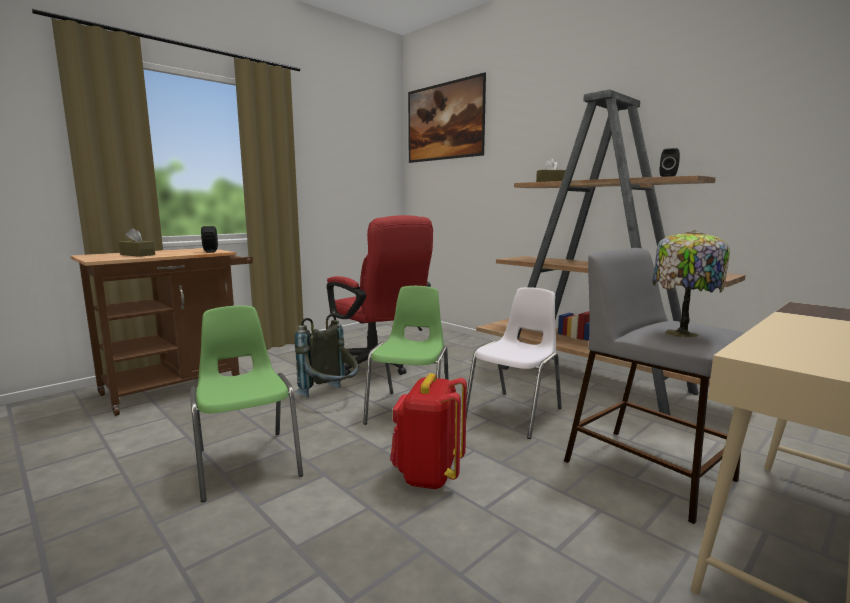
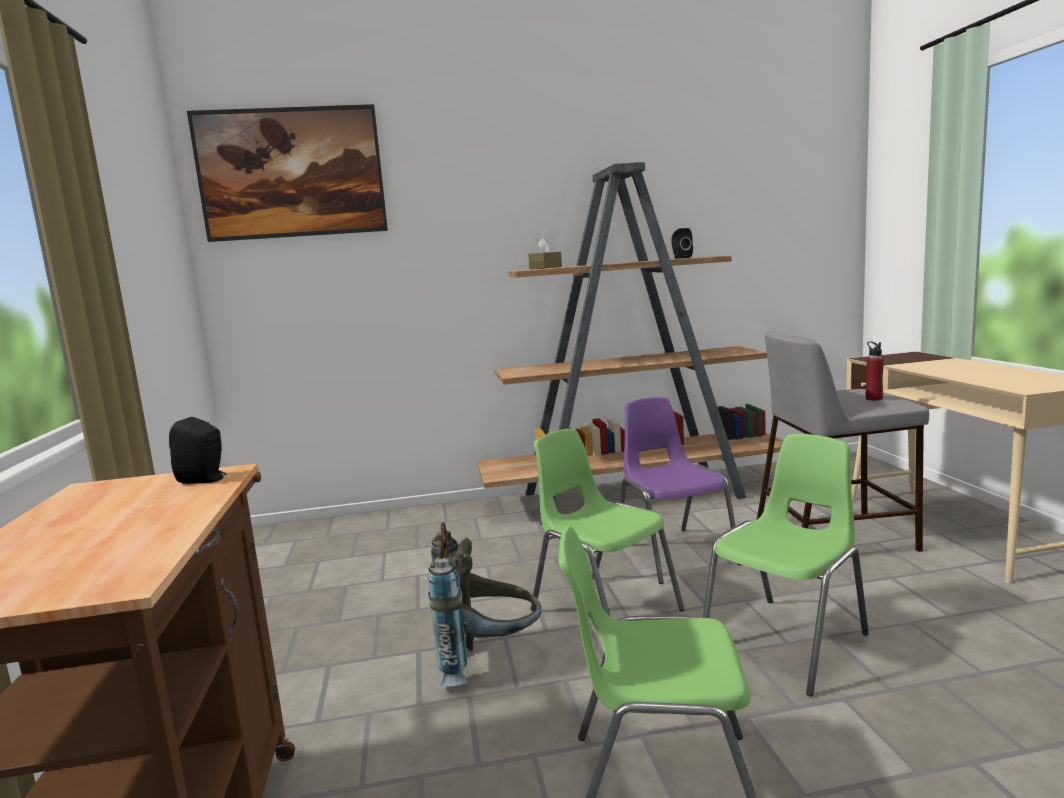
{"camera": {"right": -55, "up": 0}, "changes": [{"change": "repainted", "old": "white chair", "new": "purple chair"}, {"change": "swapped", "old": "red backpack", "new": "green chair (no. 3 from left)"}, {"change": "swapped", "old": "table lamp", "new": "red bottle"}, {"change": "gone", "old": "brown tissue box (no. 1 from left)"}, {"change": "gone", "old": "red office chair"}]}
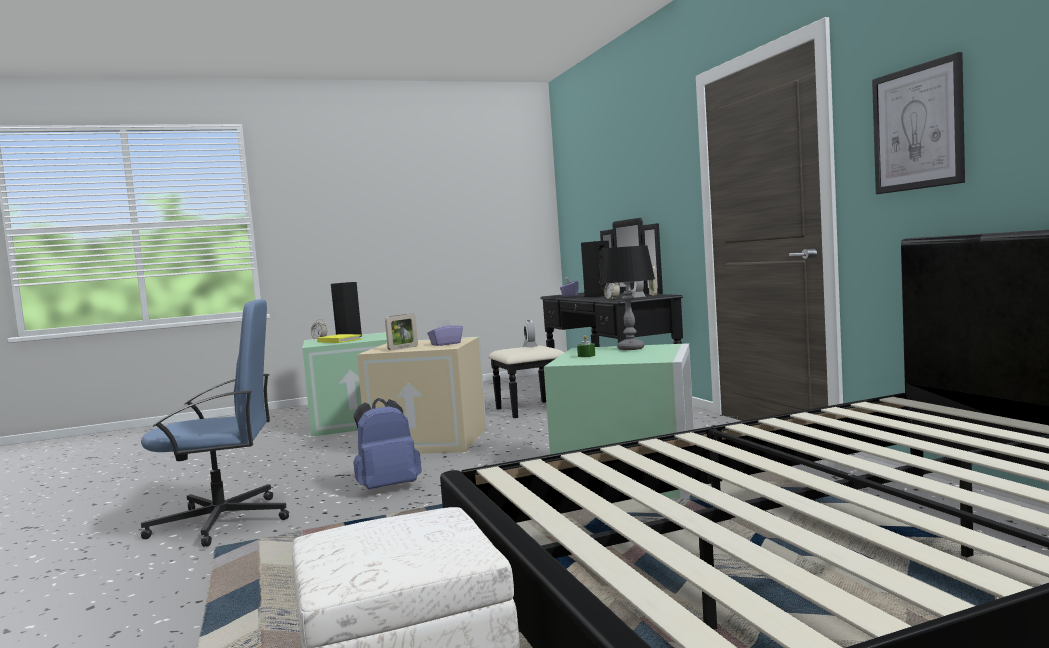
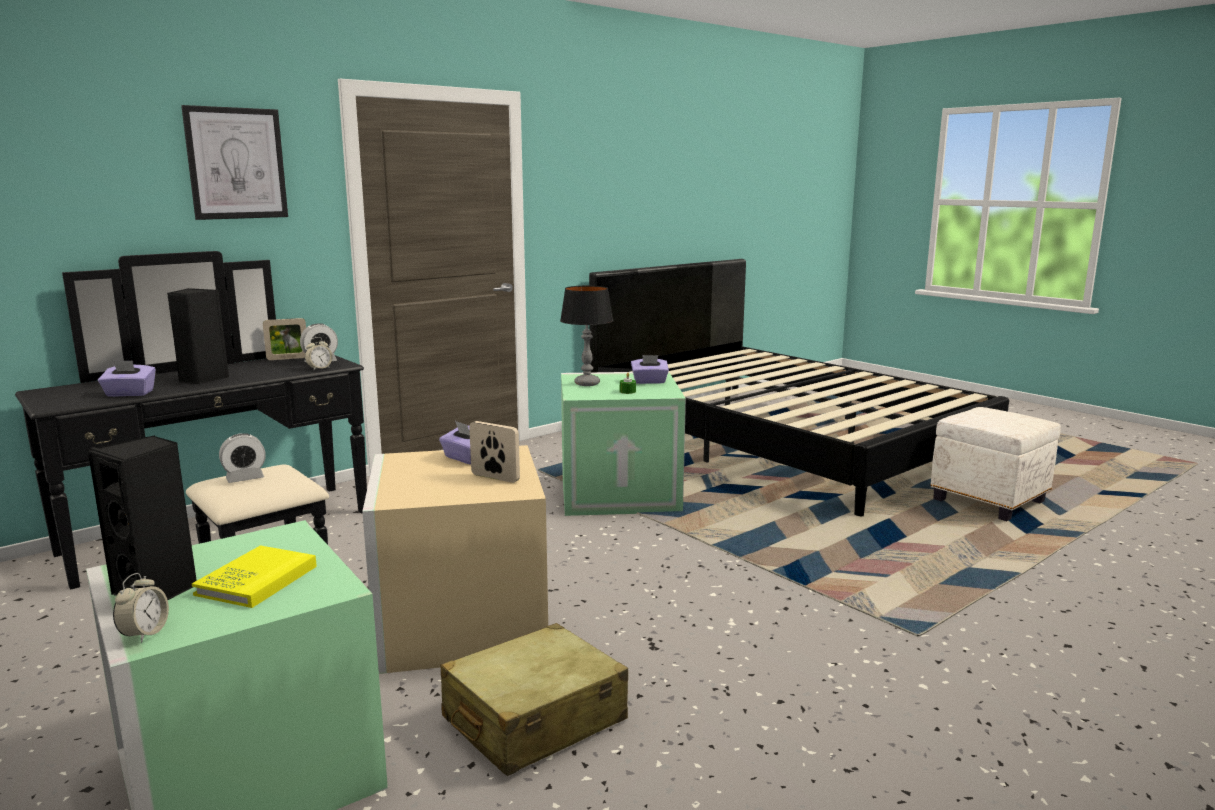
{"camera": {"right": -110, "up": 10}, "changes": [{"change": "shifted", "old": "picture"}, {"change": "new", "new": "beige suitcase"}, {"change": "new", "new": "purple tissue box (no. 3 from left)"}, {"change": "gone", "old": "blue office chair"}, {"change": "gone", "old": "blue backpack"}]}
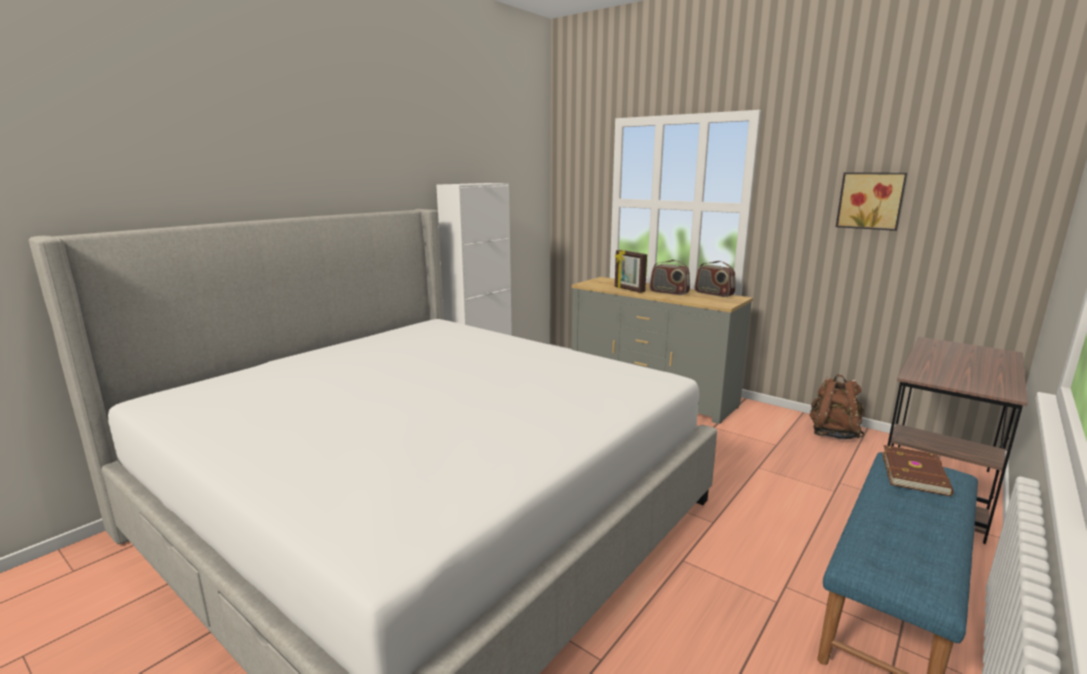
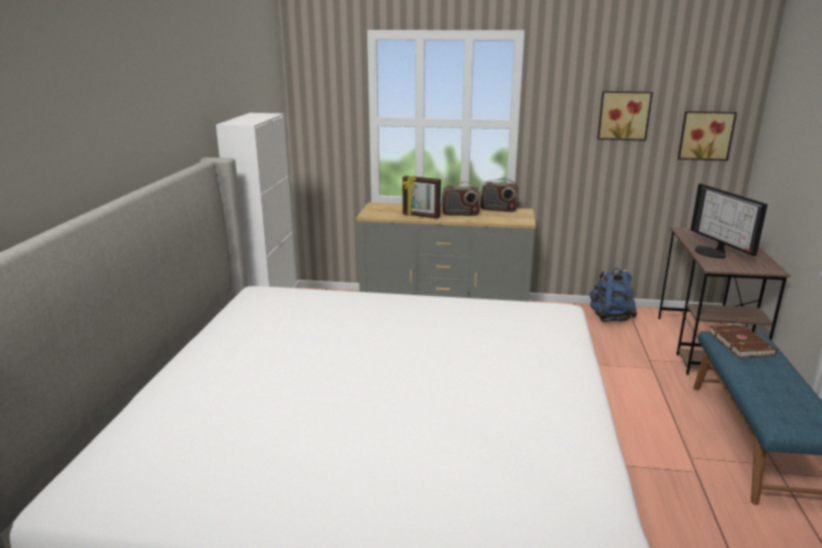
{"camera": {"right": -30, "up": 5}, "changes": [{"change": "repainted", "old": "brown backpack", "new": "blue backpack"}, {"change": "new", "new": "picture (no. 2 from left)"}, {"change": "new", "new": "monitor"}]}
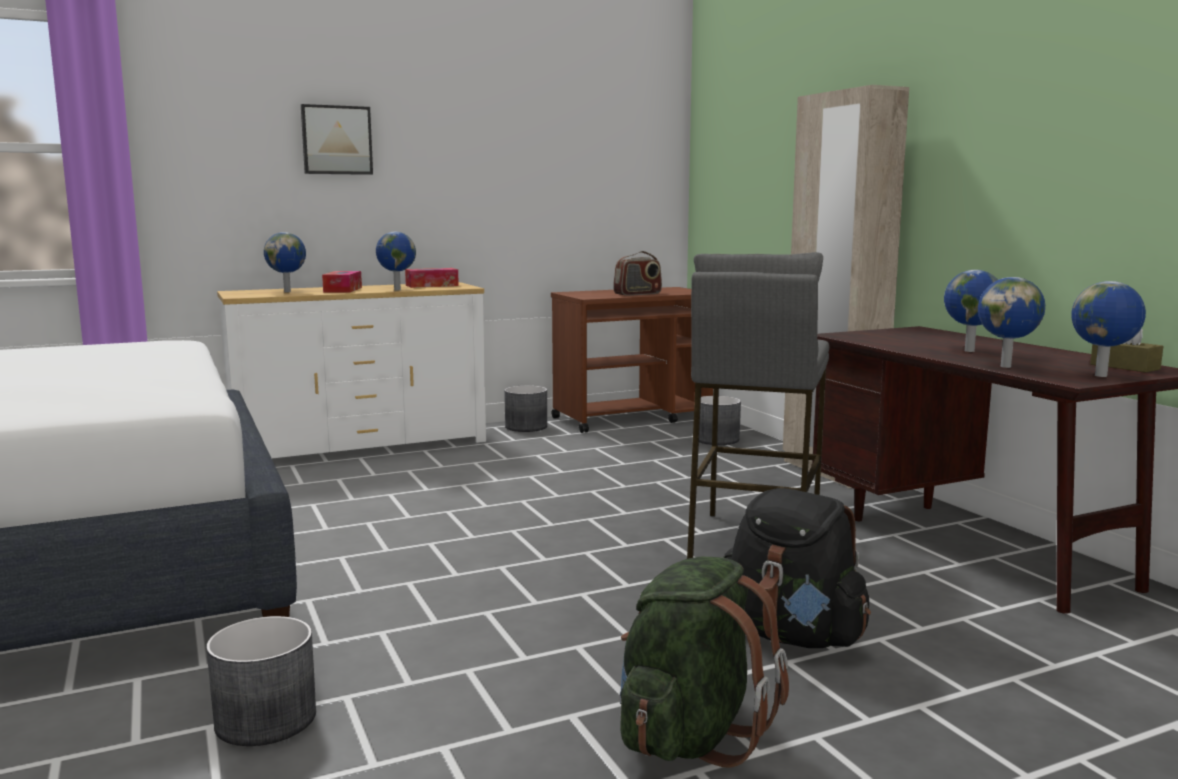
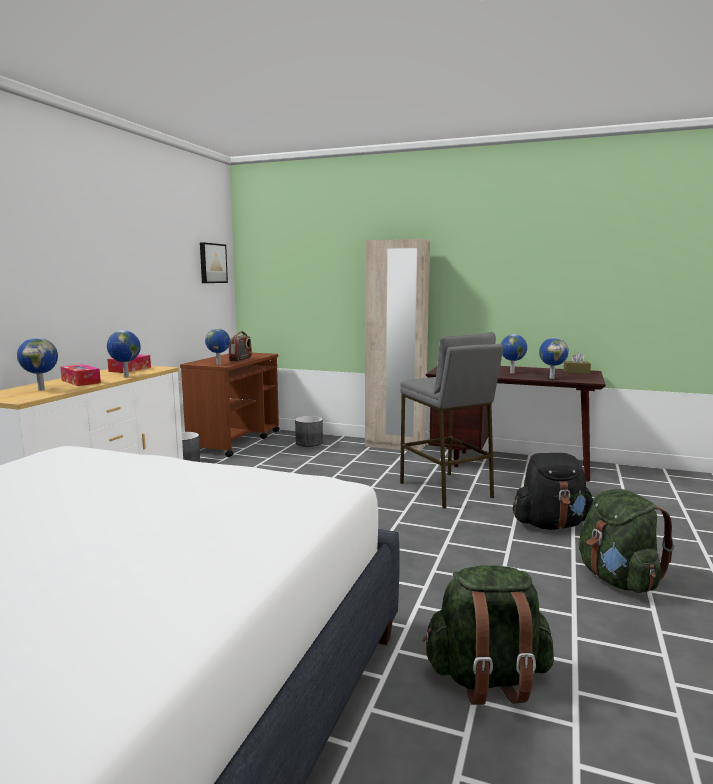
{"camera": {"right": -45, "up": 0}, "changes": [{"change": "shifted", "old": "picture"}, {"change": "shifted", "old": "globe (no. 5 from left in the first image)", "new": "globe (no. 3 from left)"}, {"change": "swapped", "old": "grey planter (no. 1 from left)", "new": "green backpack (no. 1 from left)"}]}
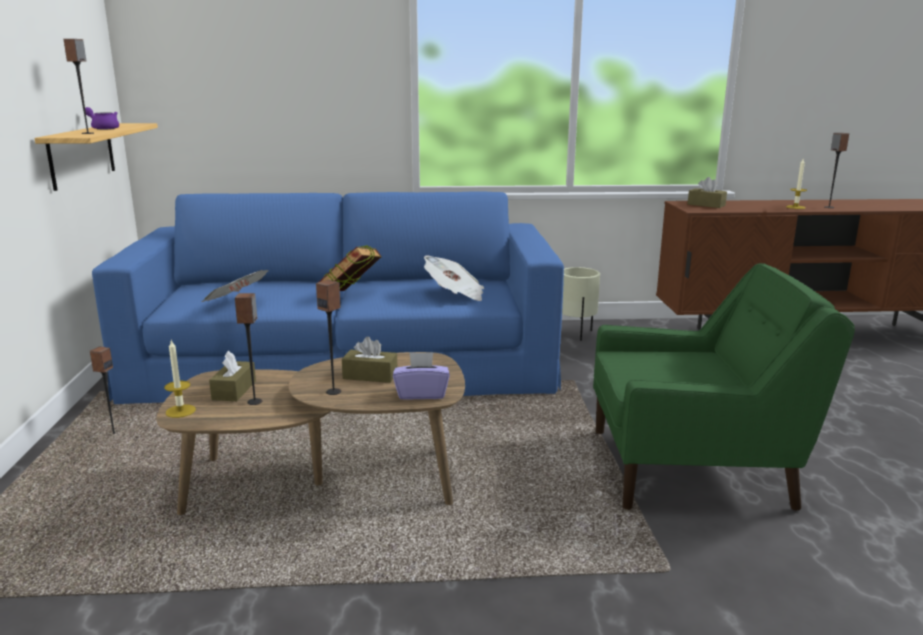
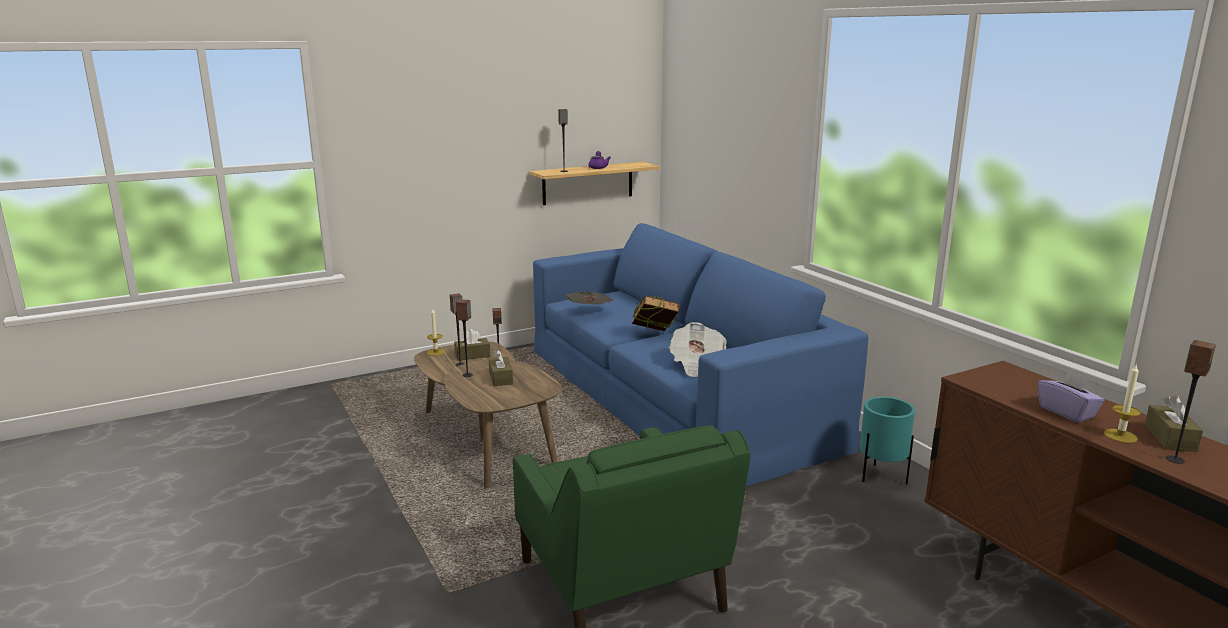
{"camera": {"right": 65, "up": 0}, "changes": [{"change": "repainted", "old": "beige planter", "new": "turquoise planter"}, {"change": "shifted", "old": "purple tissue box"}, {"change": "shifted", "old": "brown tissue box (no. 3 from left)"}]}
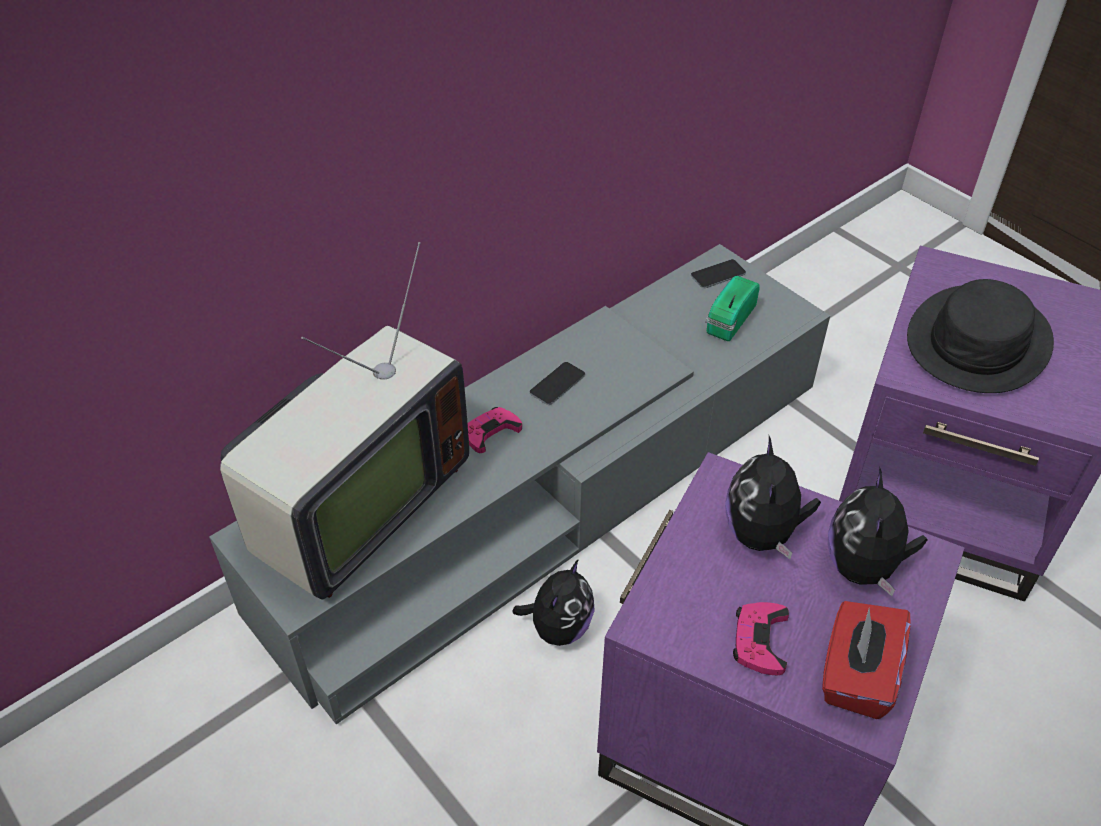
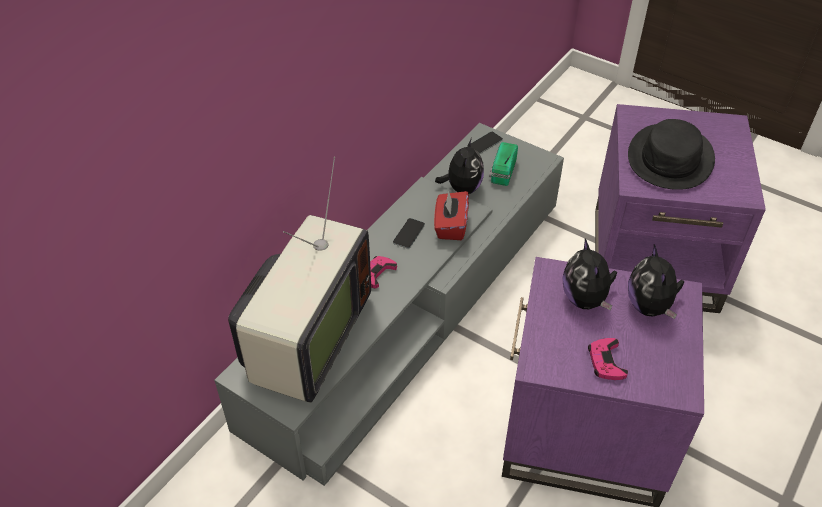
{"camera": {"right": -15, "up": 0}, "changes": [{"change": "shifted", "old": "red tissue box"}, {"change": "shifted", "old": "plush toy (no. 1 from left)"}]}
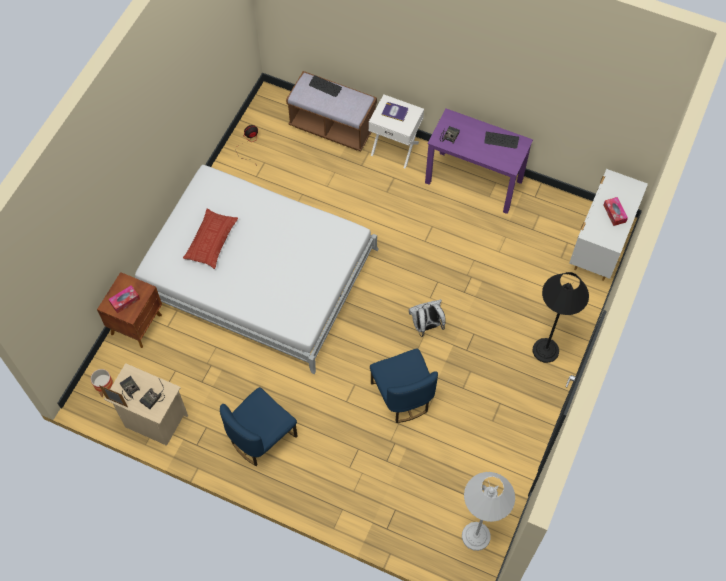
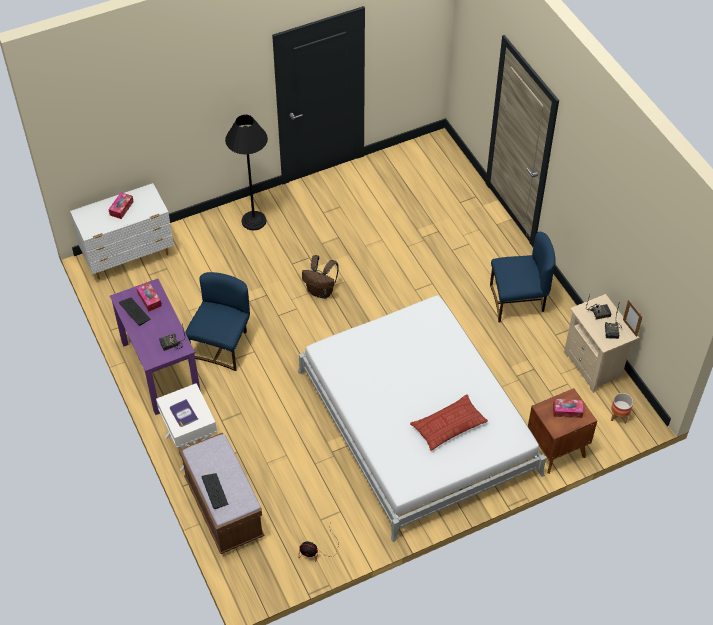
{"camera": {"right": -140, "up": -10}, "changes": [{"change": "new", "new": "tissue box (no. 2 from left)"}, {"change": "shifted", "old": "blue chair (no. 2 from left in the first image)", "new": "blue chair (no. 1 from left)"}, {"change": "repainted", "old": "white backpack", "new": "brown backpack"}, {"change": "gone", "old": "white floor lamp"}]}
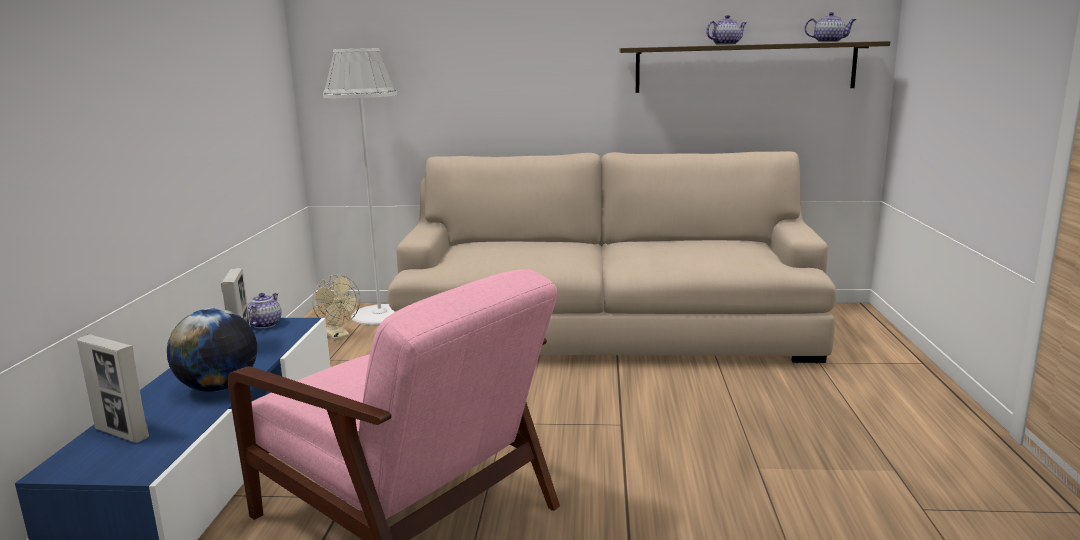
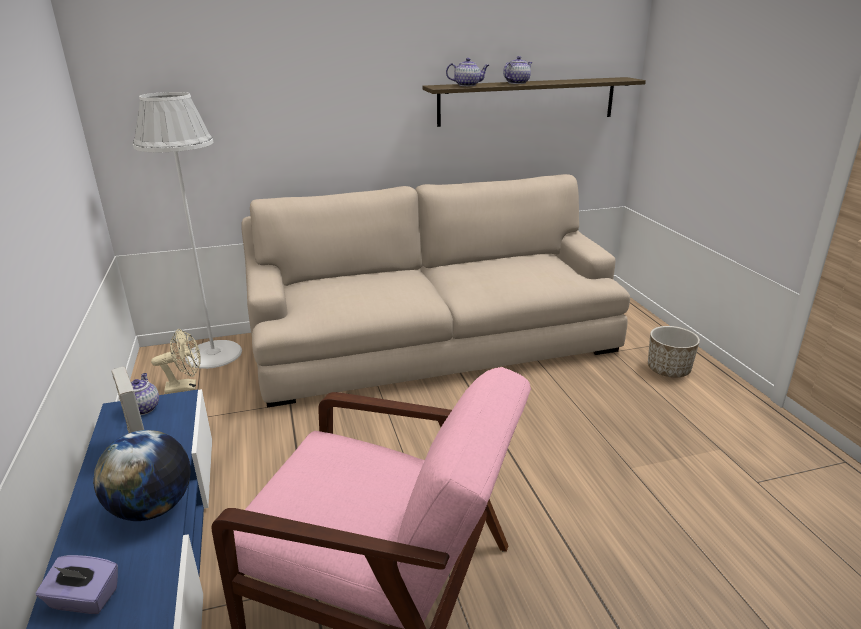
{"camera": {"right": -20, "up": 10}, "changes": [{"change": "swapped", "old": "picture frame (no. 1 from left)", "new": "purple tissue box"}, {"change": "rotated", "old": "beige fan", "degrees": -45}, {"change": "shifted", "old": "teapot (no. 3 from left in the first image)", "new": "teapot (no. 2 from left)"}, {"change": "new", "new": "planter"}]}
